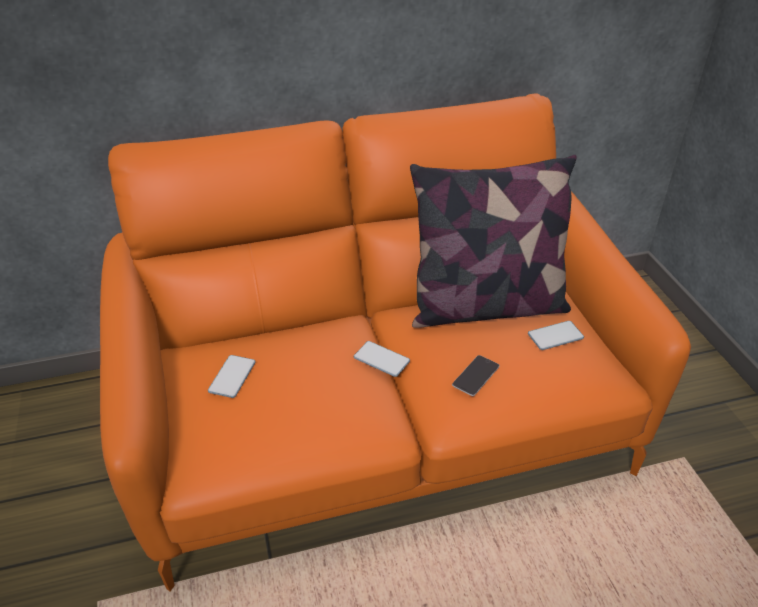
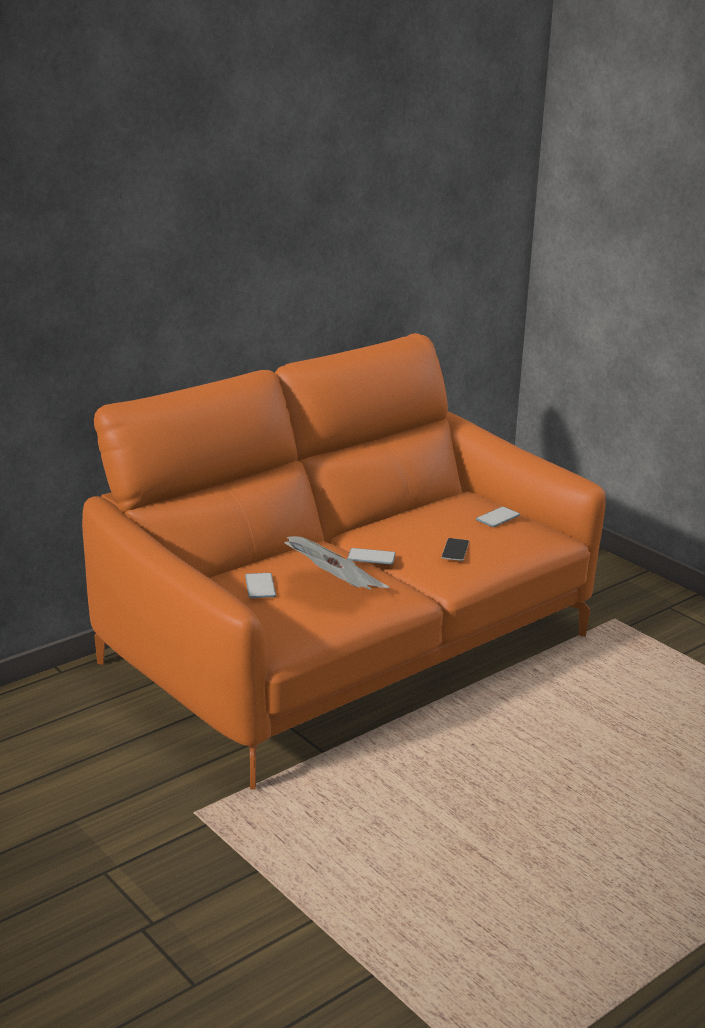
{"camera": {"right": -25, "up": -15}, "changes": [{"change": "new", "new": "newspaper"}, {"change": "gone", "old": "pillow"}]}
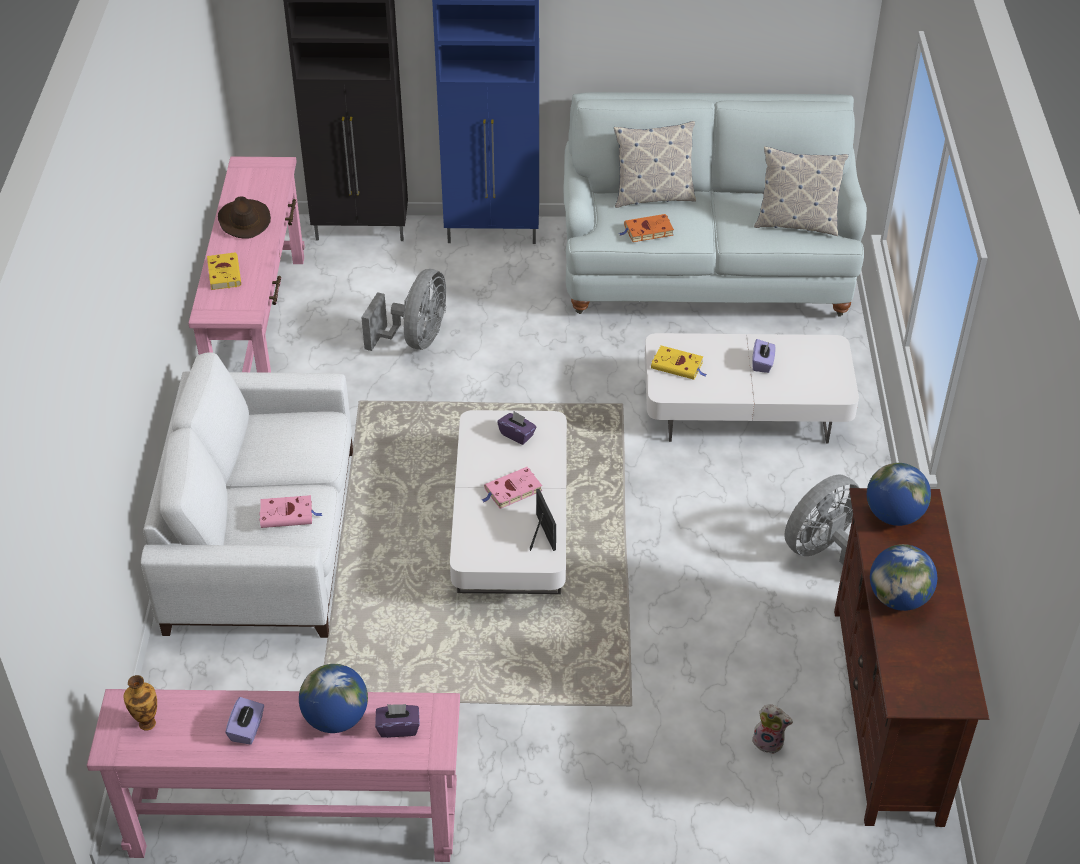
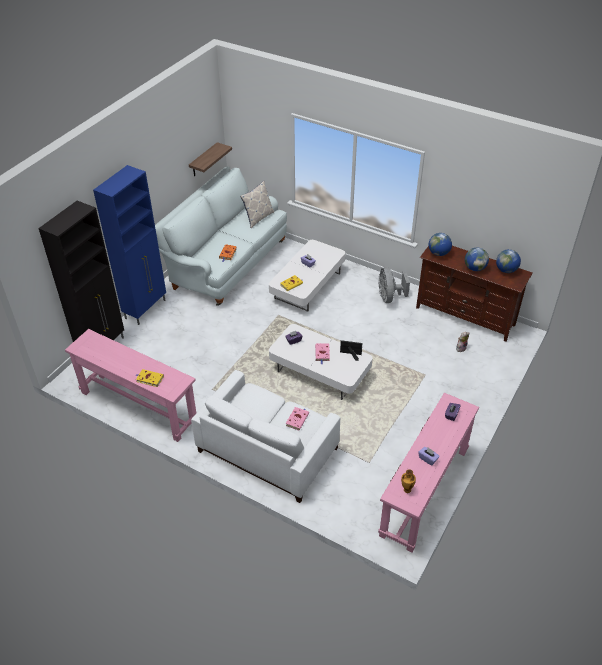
{"camera": {"right": -60, "up": 0}, "changes": [{"change": "new", "new": "shelf"}, {"change": "shifted", "old": "globe (no. 1 from left in the first image)", "new": "globe (no. 3 from left)"}, {"change": "gone", "old": "brown hat"}, {"change": "gone", "old": "grey fan (no. 1 from left)"}, {"change": "gone", "old": "pillow (no. 1 from left)"}]}
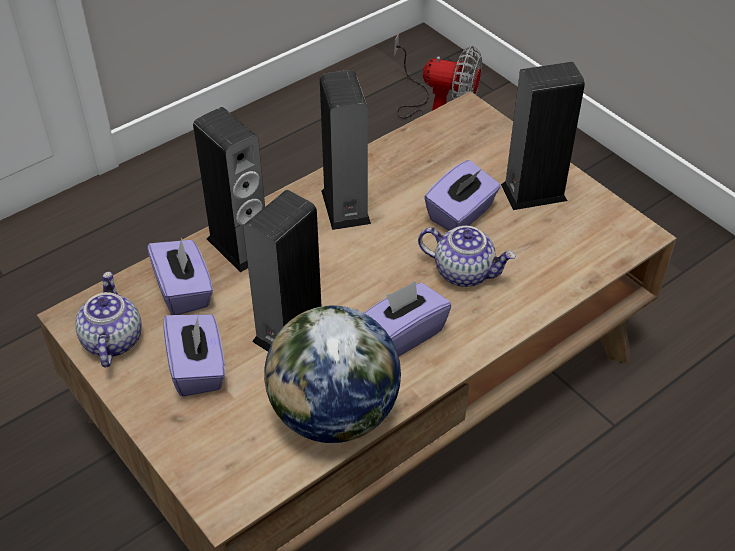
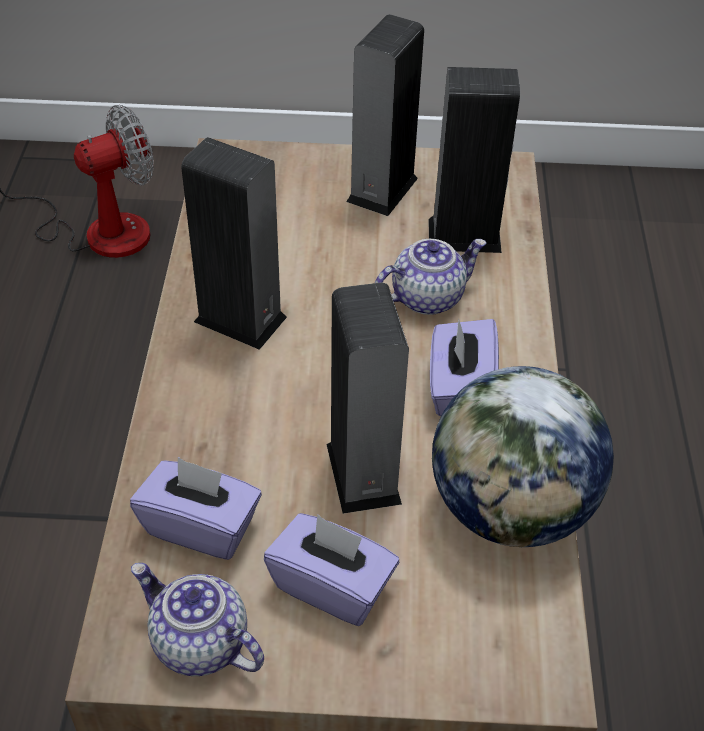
{"camera": {"right": -50, "up": 0}, "changes": [{"change": "shifted", "old": "speaker (no. 1 from left in the first image)", "new": "speaker (no. 4 from left)"}, {"change": "gone", "old": "purple tissue box (no. 4 from left)"}]}
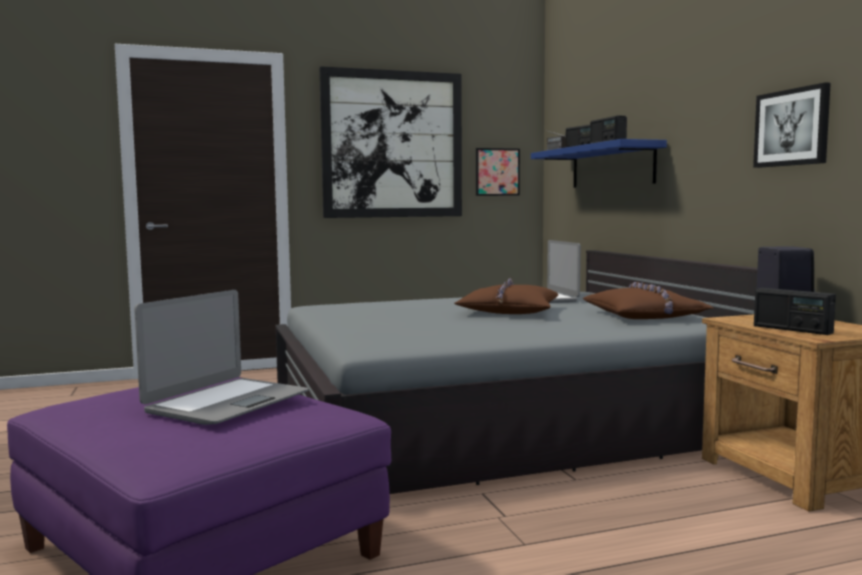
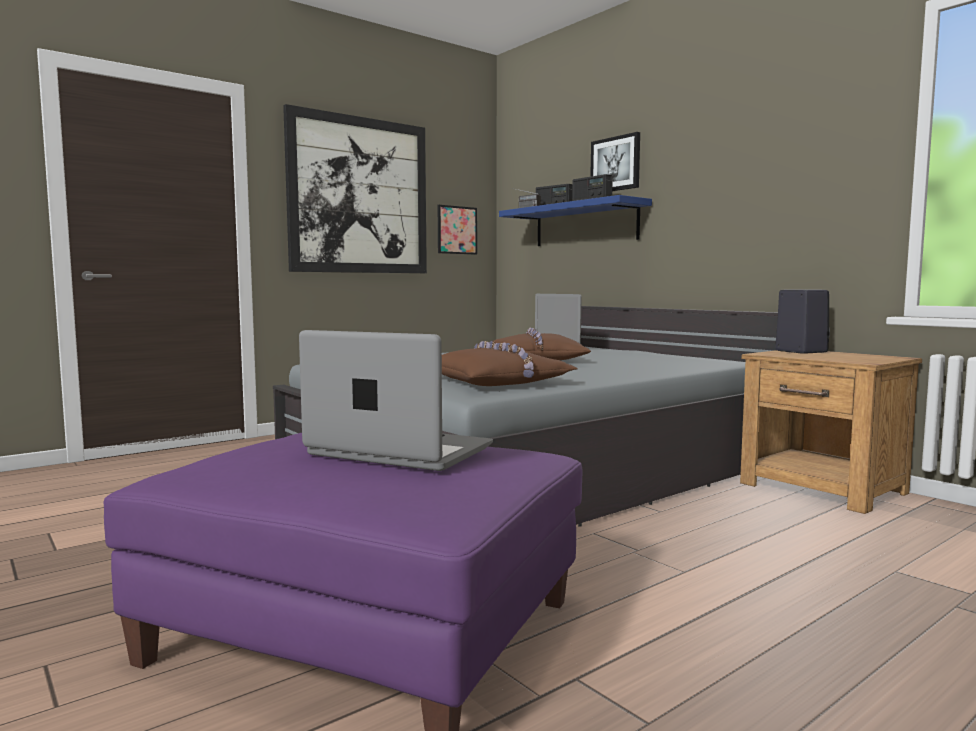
{"camera": {"right": -20, "up": 0}, "changes": [{"change": "rotated", "old": "laptop (no. 1 from left)", "degrees": -75}, {"change": "shifted", "old": "brown pillow (no. 2 from left in the first image)", "new": "brown pillow (no. 1 from left)"}, {"change": "shifted", "old": "picture (no. 3 from left)"}, {"change": "gone", "old": "radio (no. 4 from left)"}]}
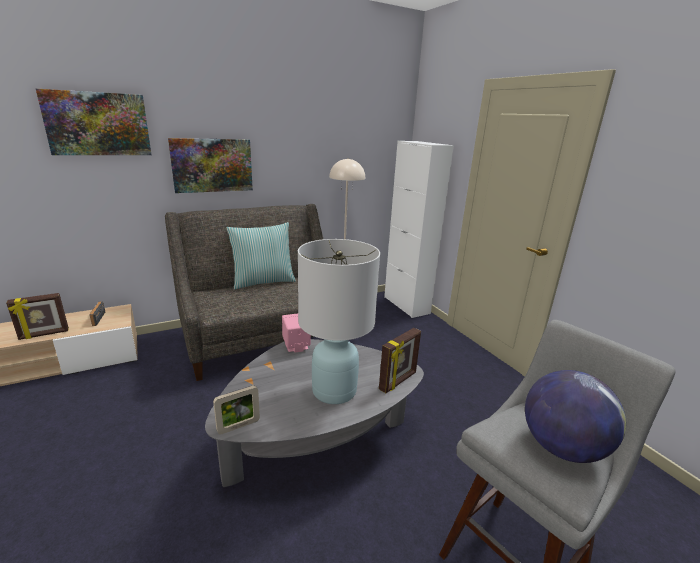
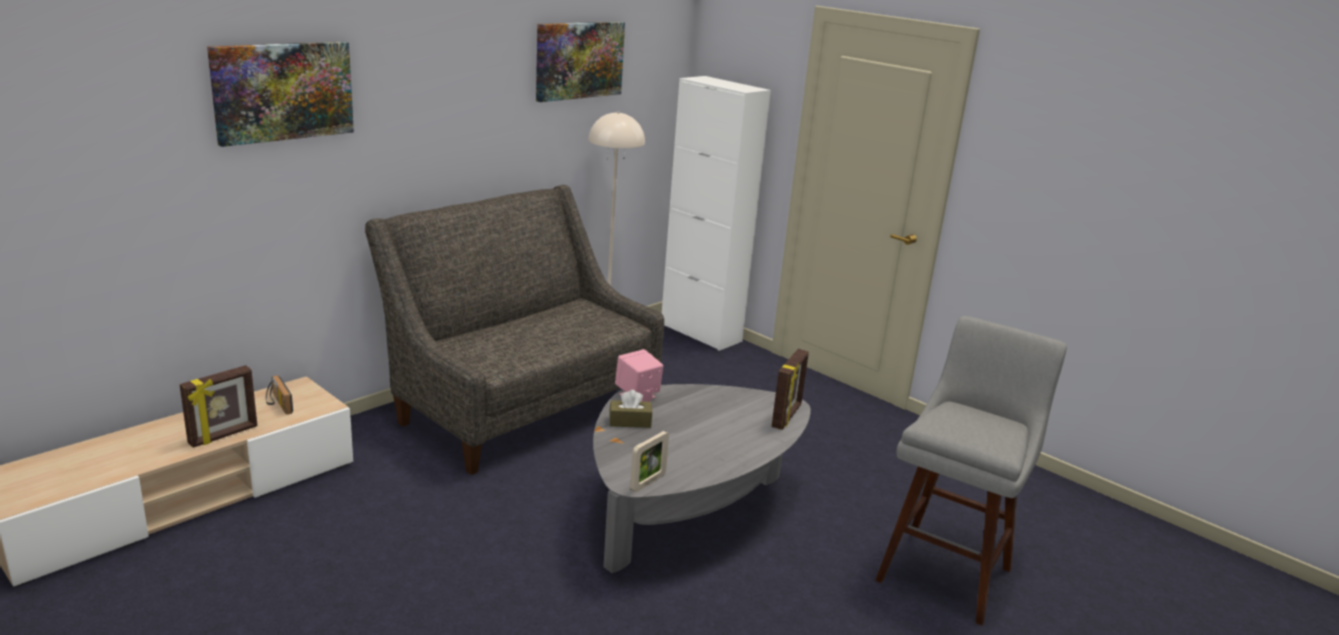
{"camera": {"right": -20, "up": 0}, "changes": [{"change": "shifted", "old": "picture (no. 2 from left)"}, {"change": "new", "new": "brown tissue box"}, {"change": "gone", "old": "pillow"}, {"change": "gone", "old": "white table lamp"}, {"change": "gone", "old": "globe"}]}
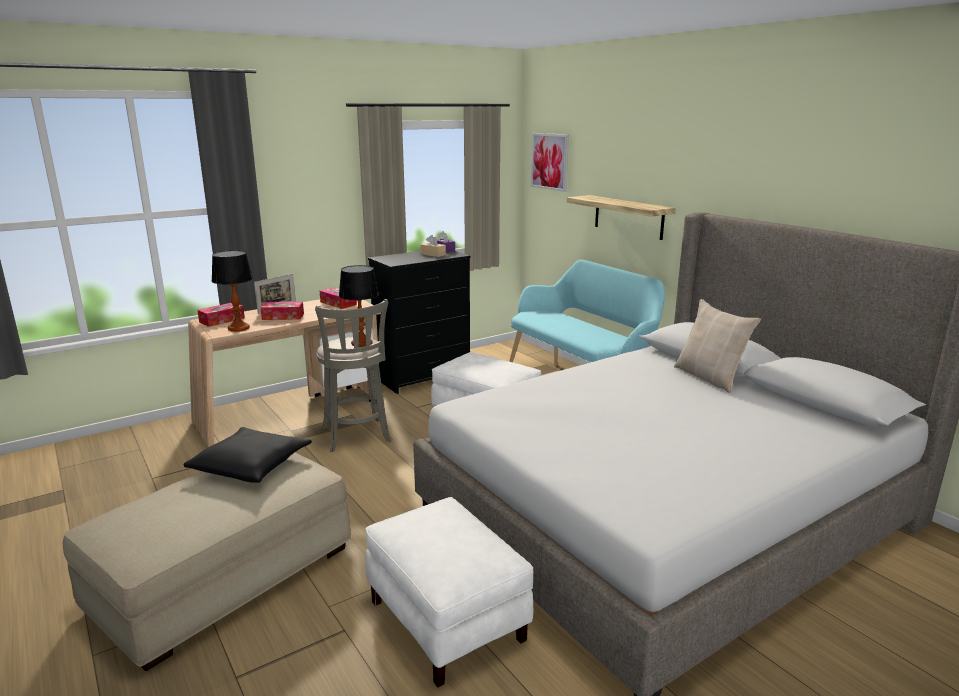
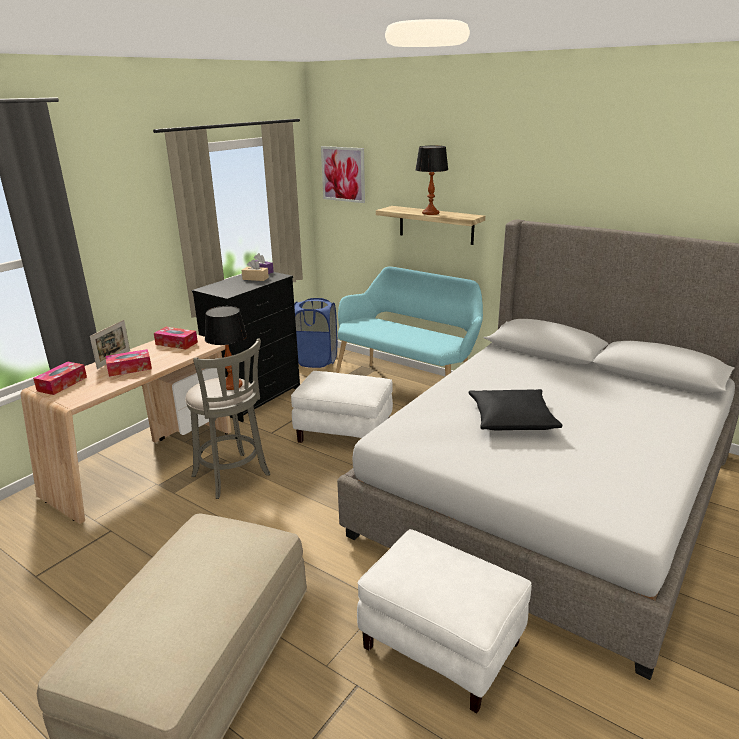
{"camera": {"right": -20, "up": 5}, "changes": [{"change": "new", "new": "blue laundry basket"}, {"change": "shifted", "old": "table lamp (no. 1 from left in the first image)", "new": "table lamp (no. 2 from left)"}, {"change": "shifted", "old": "black pillow"}, {"change": "gone", "old": "beige pillow"}]}
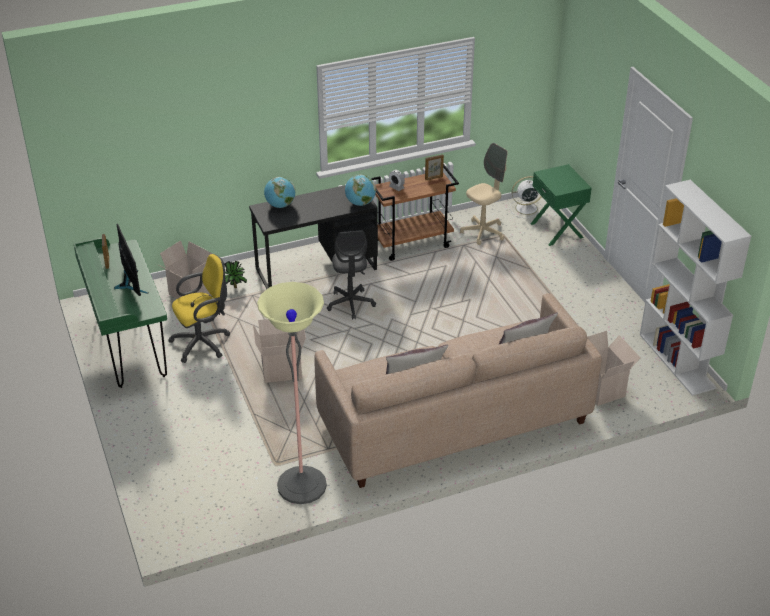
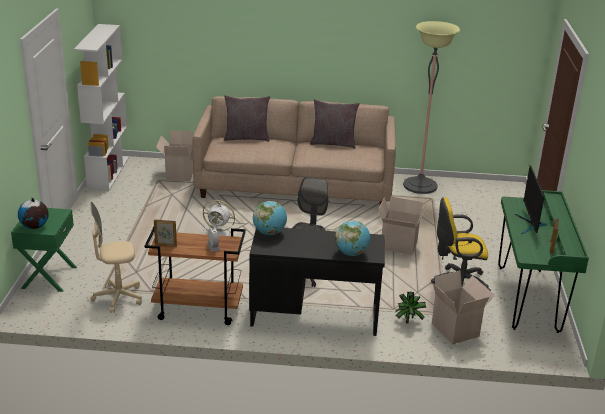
{"camera": {"right": -155, "up": -10}, "changes": [{"change": "new", "new": "globe (no. 1 from left)"}, {"change": "shifted", "old": "white fan"}]}
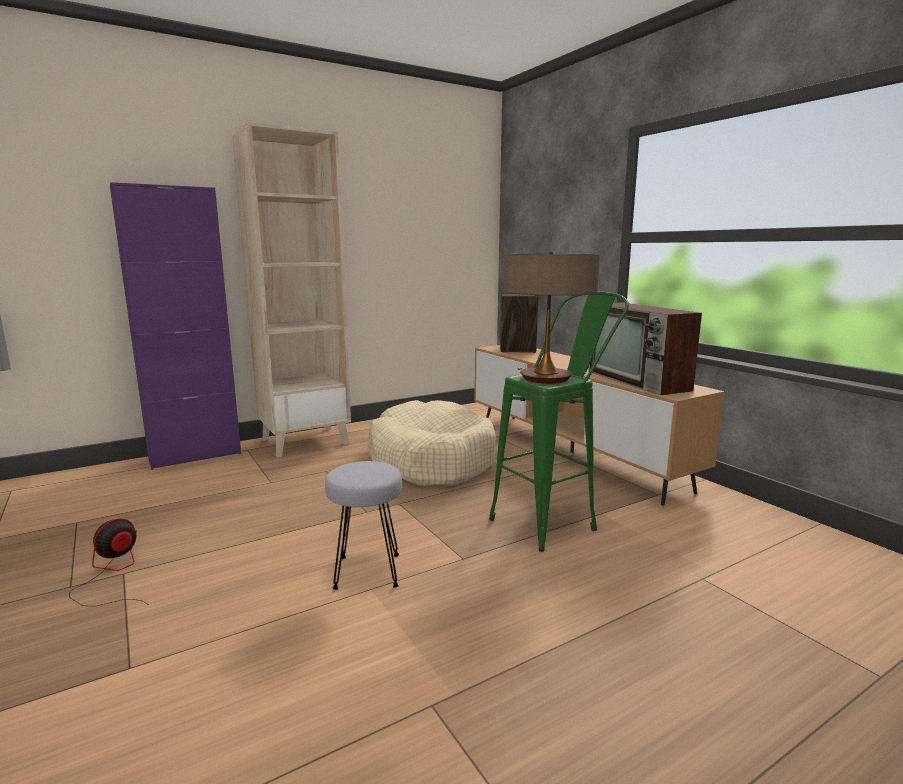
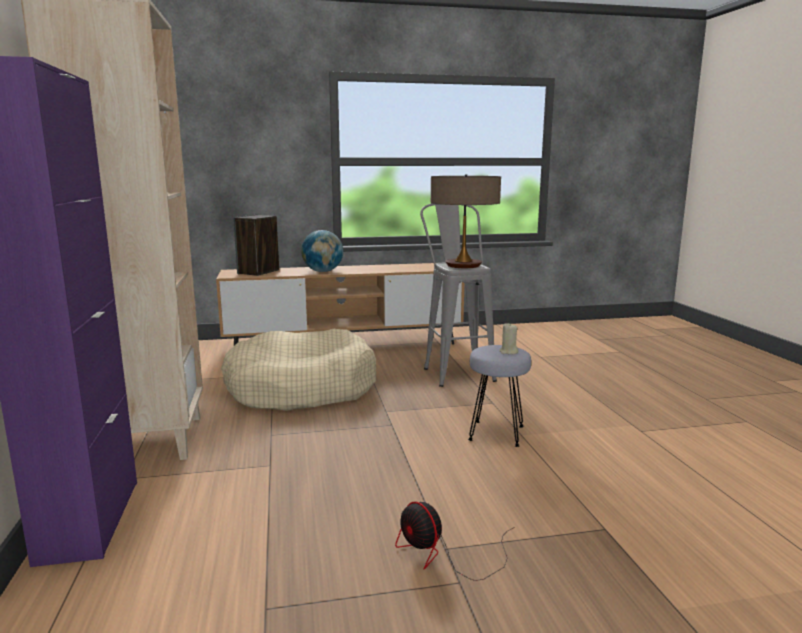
{"camera": {"right": -70, "up": 0}, "changes": [{"change": "new", "new": "globe"}, {"change": "repainted", "old": "green stool", "new": "grey stool (no. 1 from left)"}, {"change": "new", "new": "beige candle"}, {"change": "gone", "old": "television"}]}
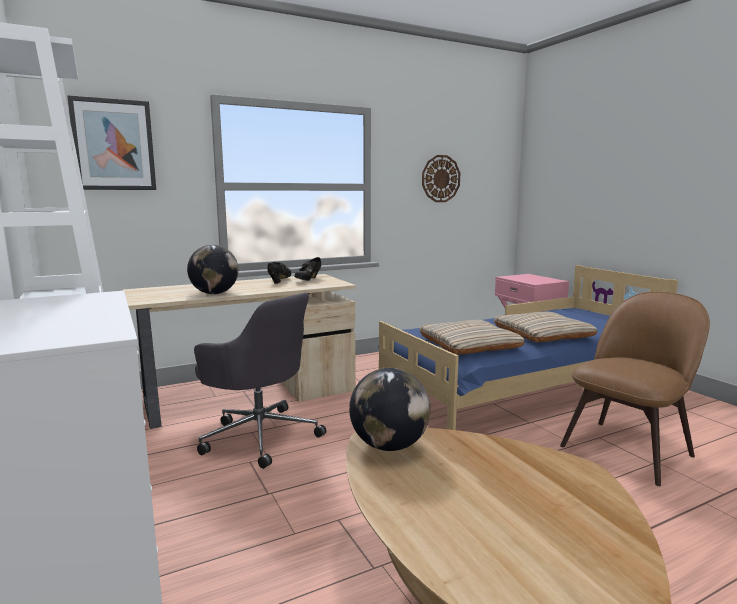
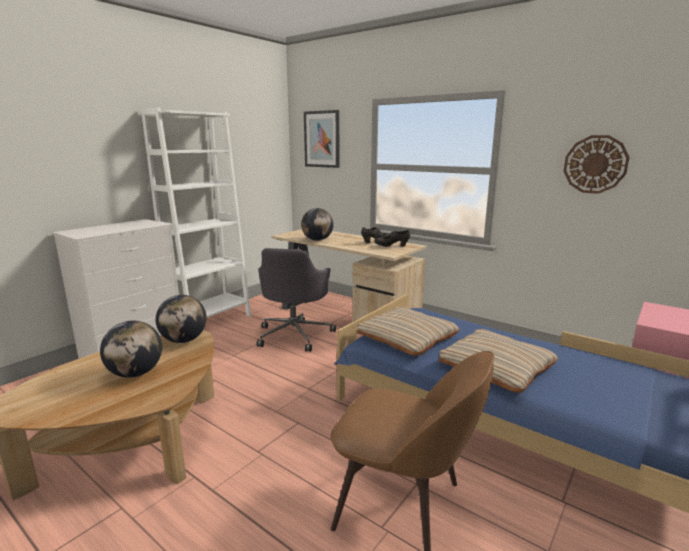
{"camera": {"right": 65, "up": 5}, "changes": [{"change": "new", "new": "globe (no. 1 from left)"}]}
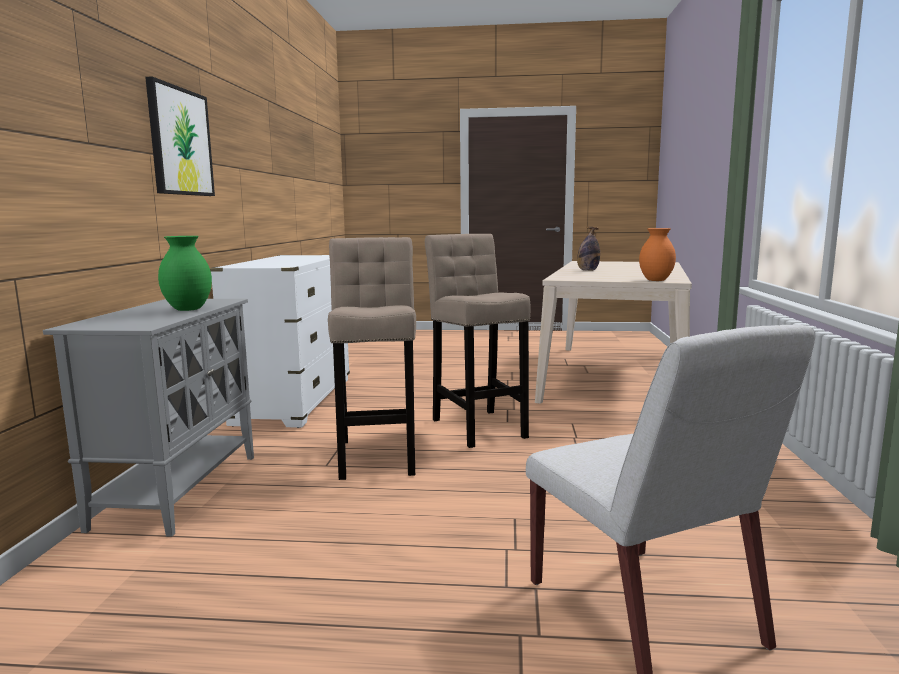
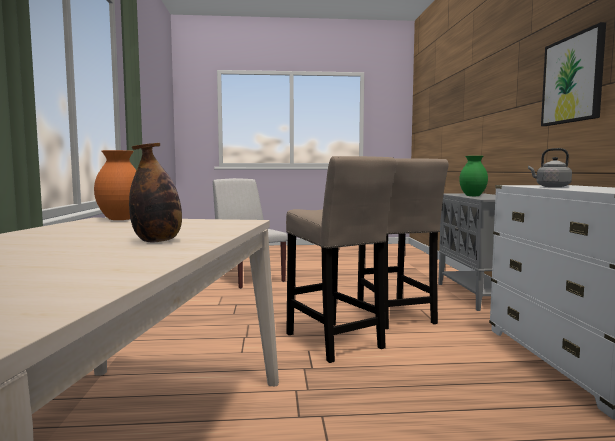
{"camera": {"right": 170, "up": -5}, "changes": [{"change": "new", "new": "grey kettle"}]}
